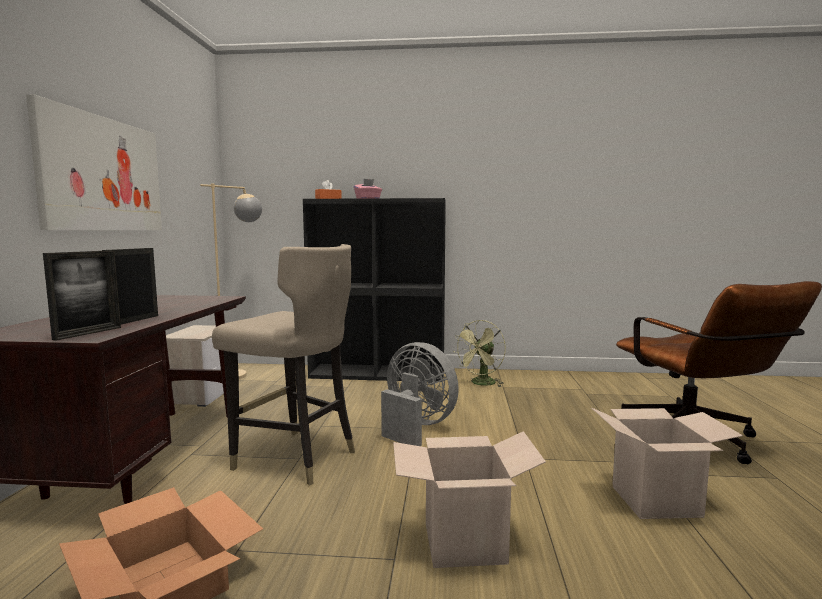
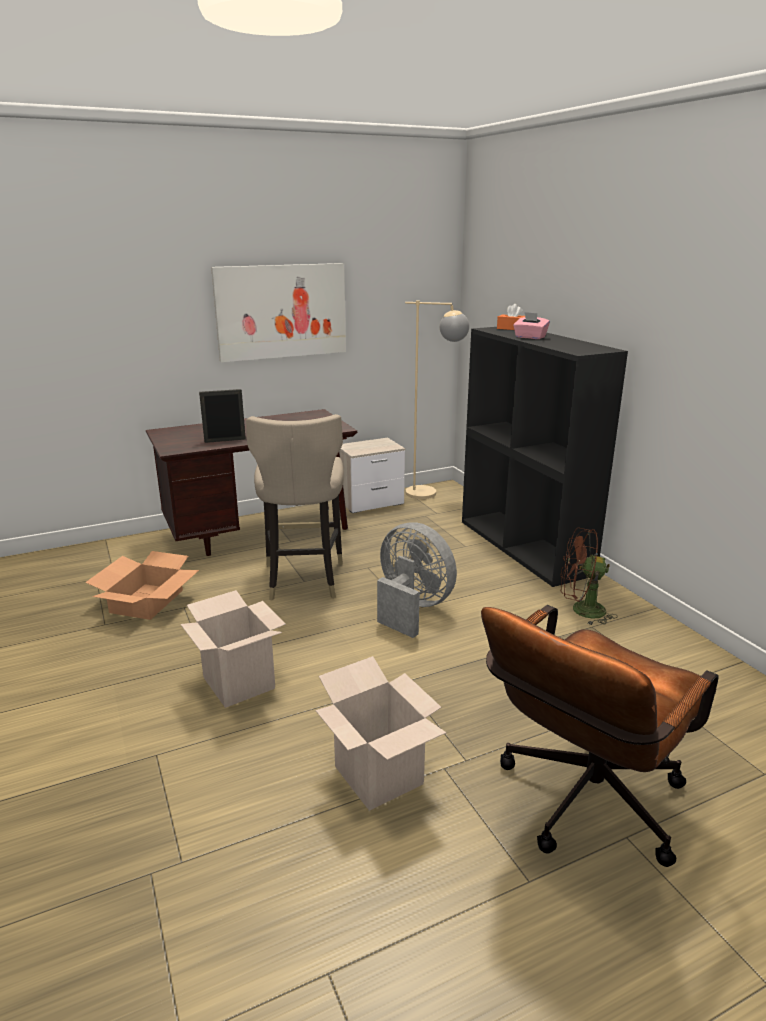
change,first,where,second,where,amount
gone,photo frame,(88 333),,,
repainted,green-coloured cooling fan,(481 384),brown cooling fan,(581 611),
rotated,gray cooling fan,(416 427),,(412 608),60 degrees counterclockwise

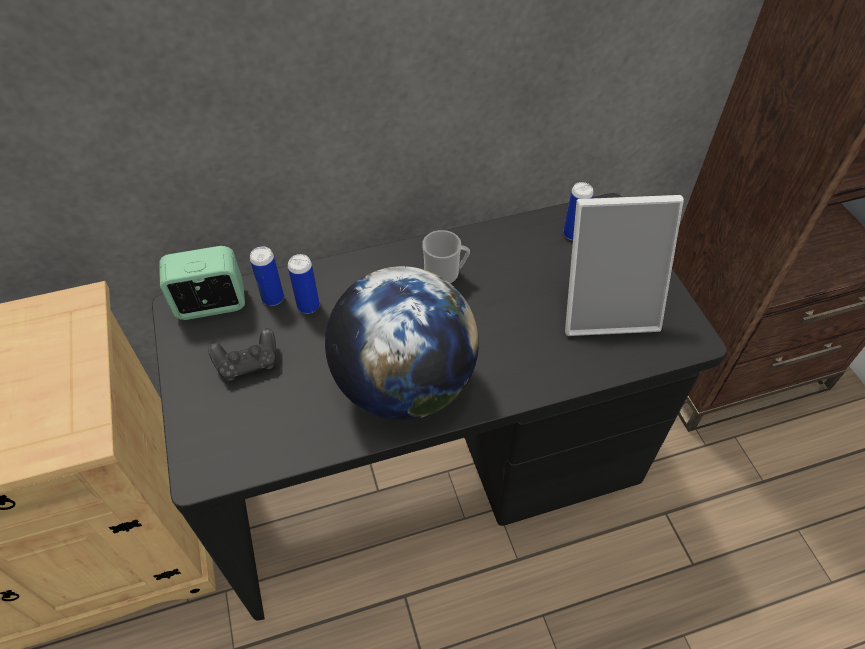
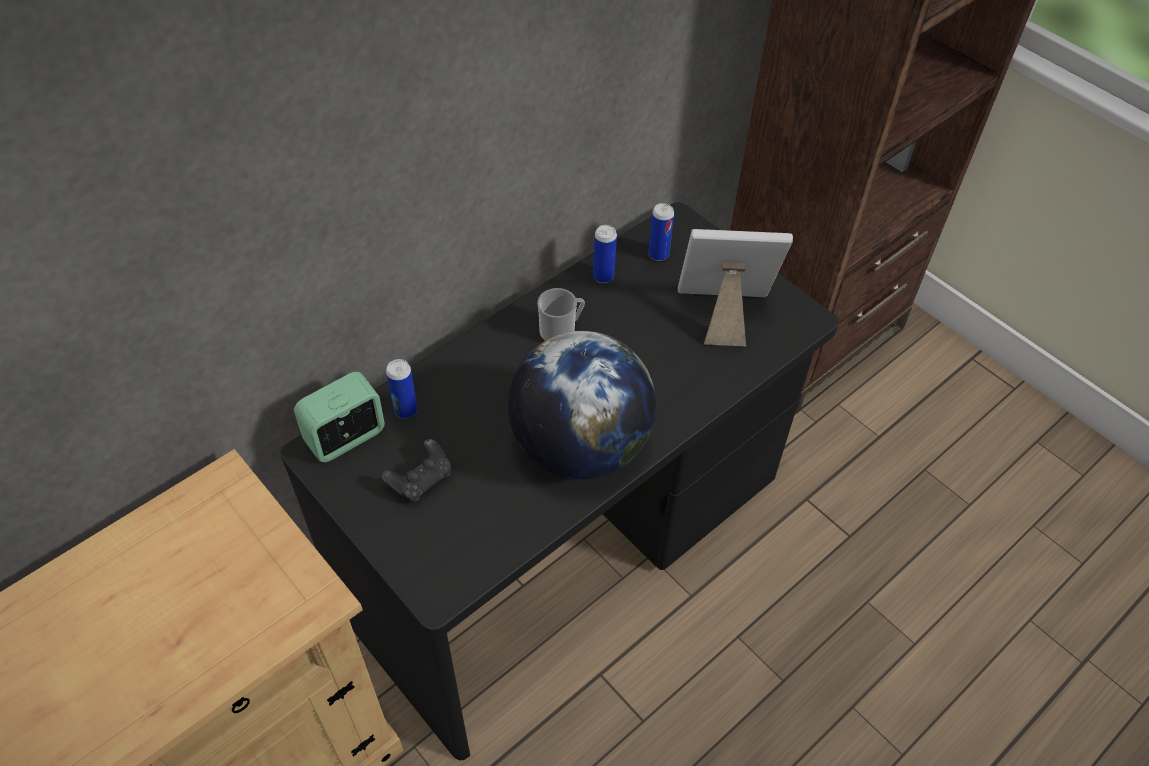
change,first,where,second,where,amount
rotated,photo frame,(607 307),,(722 314),150 degrees counterclockwise
shifted,metal can,(308 306),,(603 276),

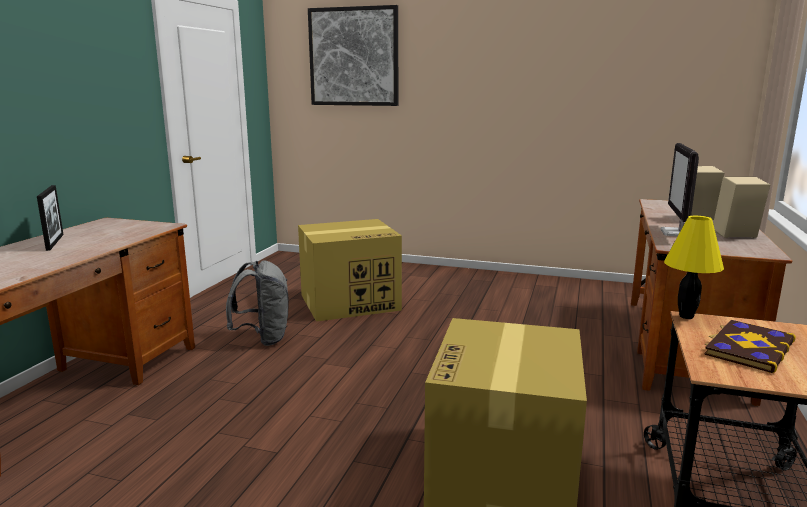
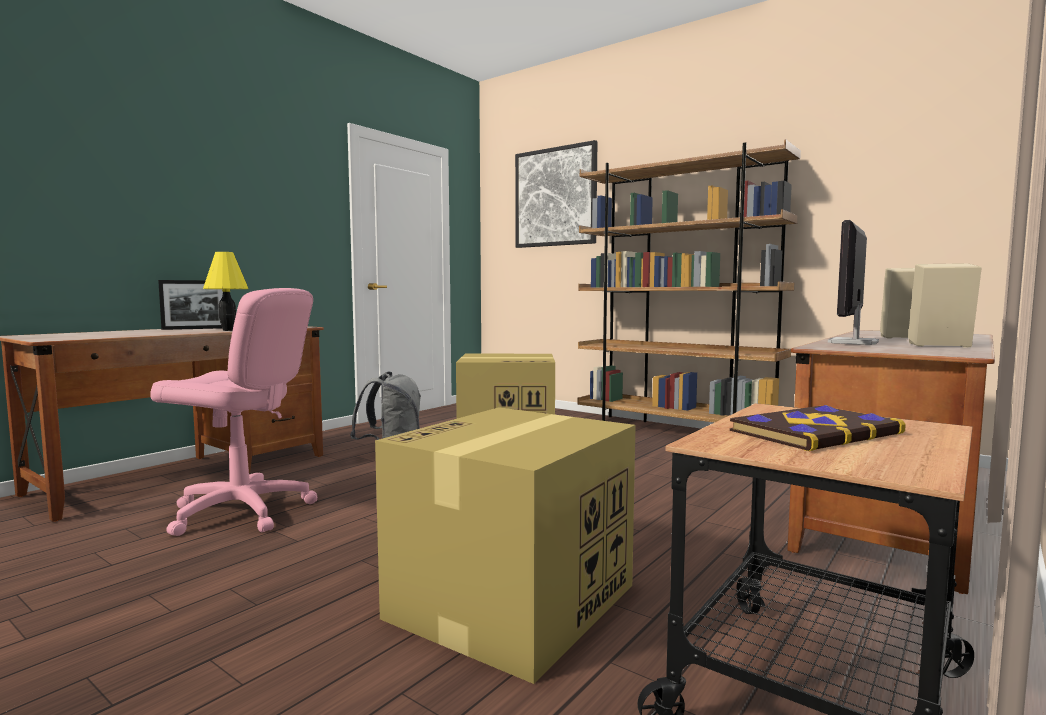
change,first,where,second,where,amount
rotated,photo frame,(55 242),,(196 328),60 degrees clockwise
shifted,yellow-coloured table lamp,(686 316),,(228 330),
new,,,brown shelving unit,(675 432),
new,,,pinkish computer chair,(241 512),

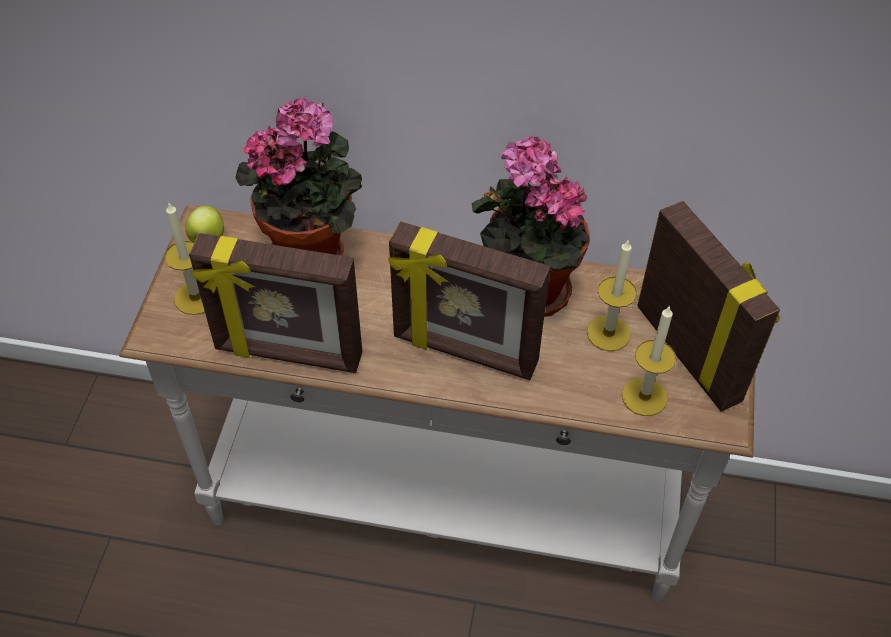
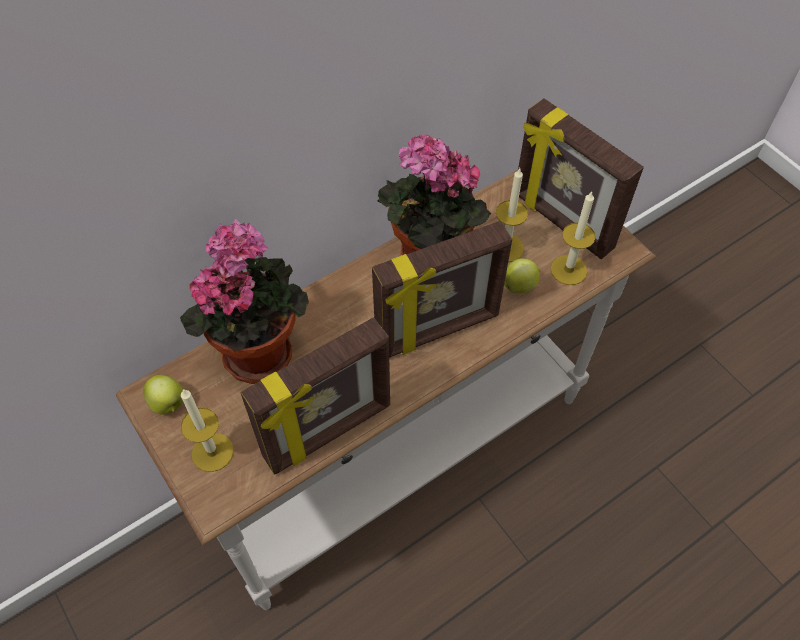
change,first,where,second,where,amount
rotated,photo frame,(690 353),,(561 222),150 degrees counterclockwise
new,,,apple,(519 285),

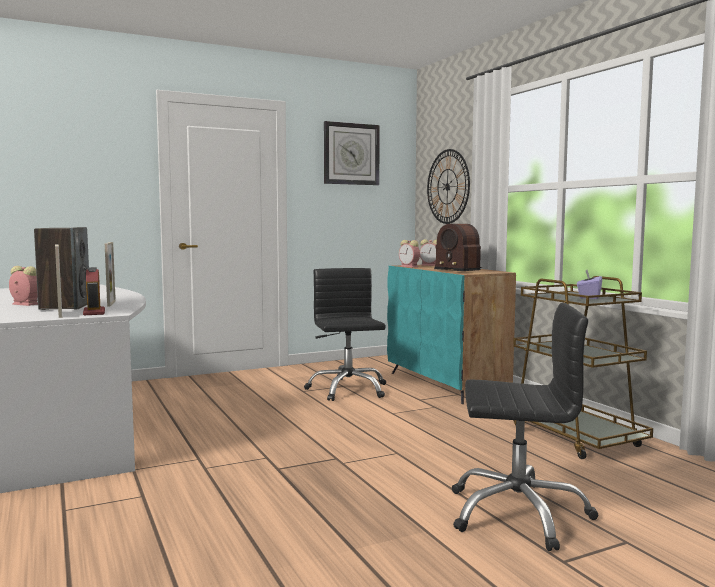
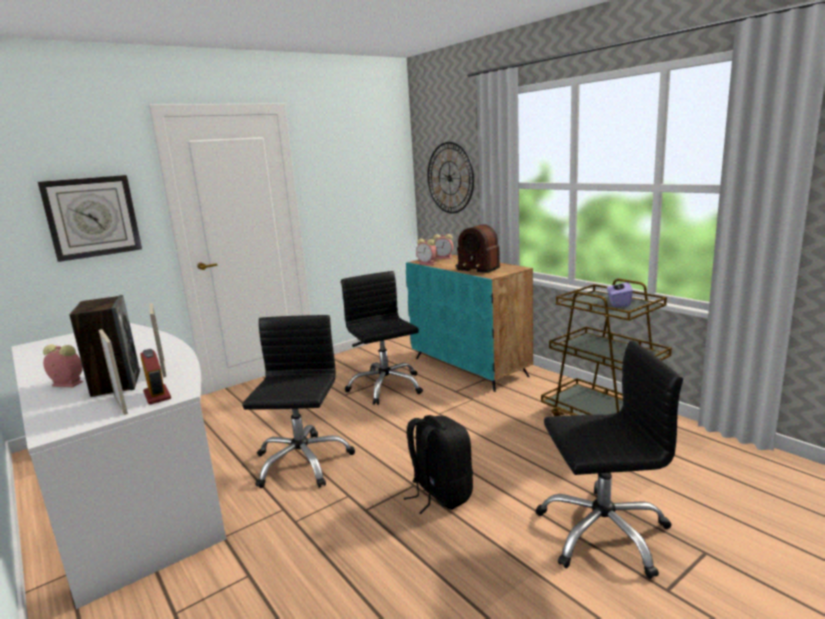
change,first,where,second,where,amount
shifted,hanging clock,(351 154),,(92 217),
new,,,black computer chair,(302 462),
new,,,black knapsack,(440 495),

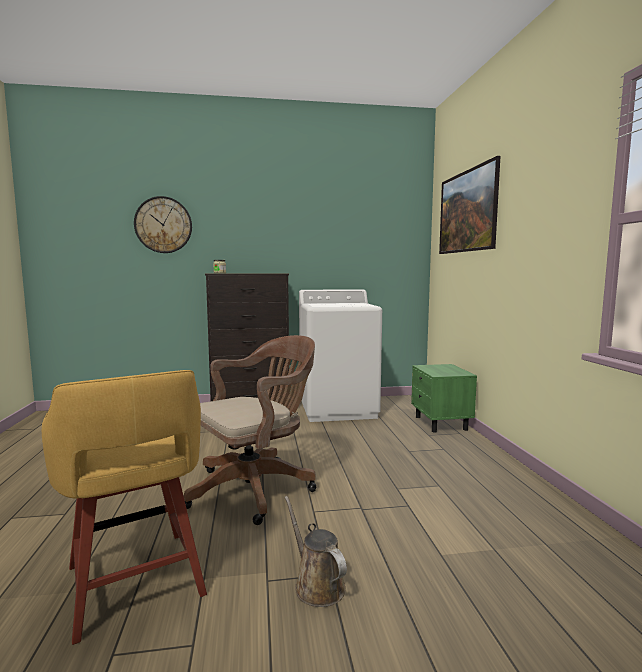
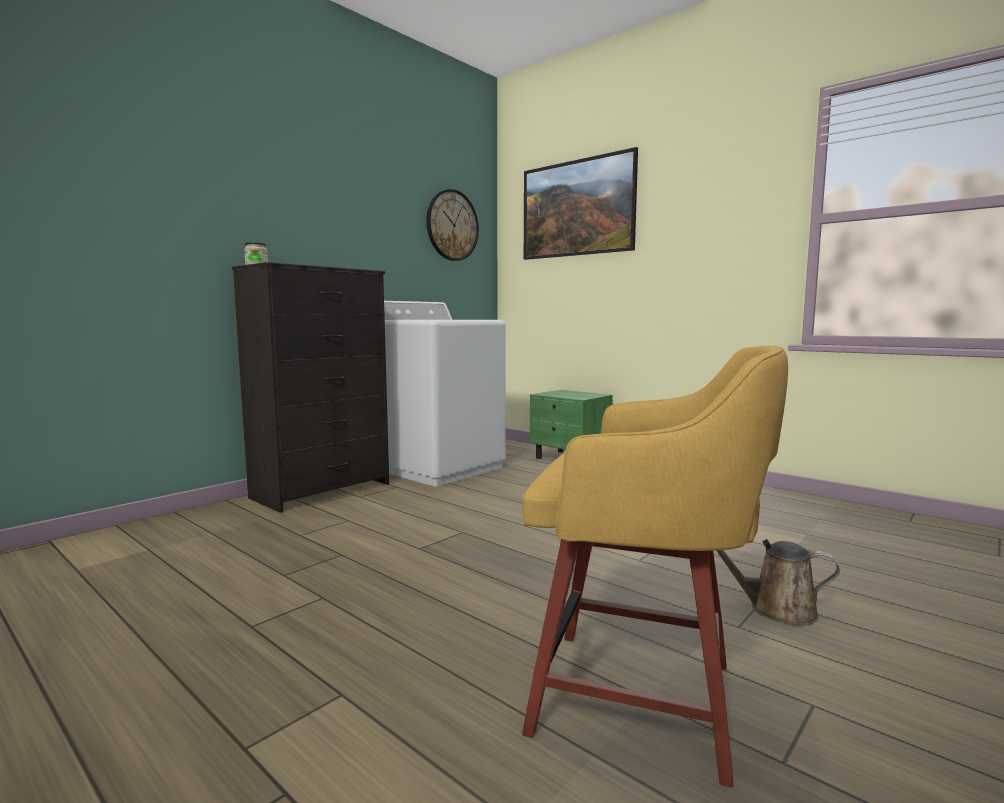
change,first,where,second,where,amount
shifted,hanging clock,(163 225),,(452 225),
gone,brown computer chair,(256 488),,,

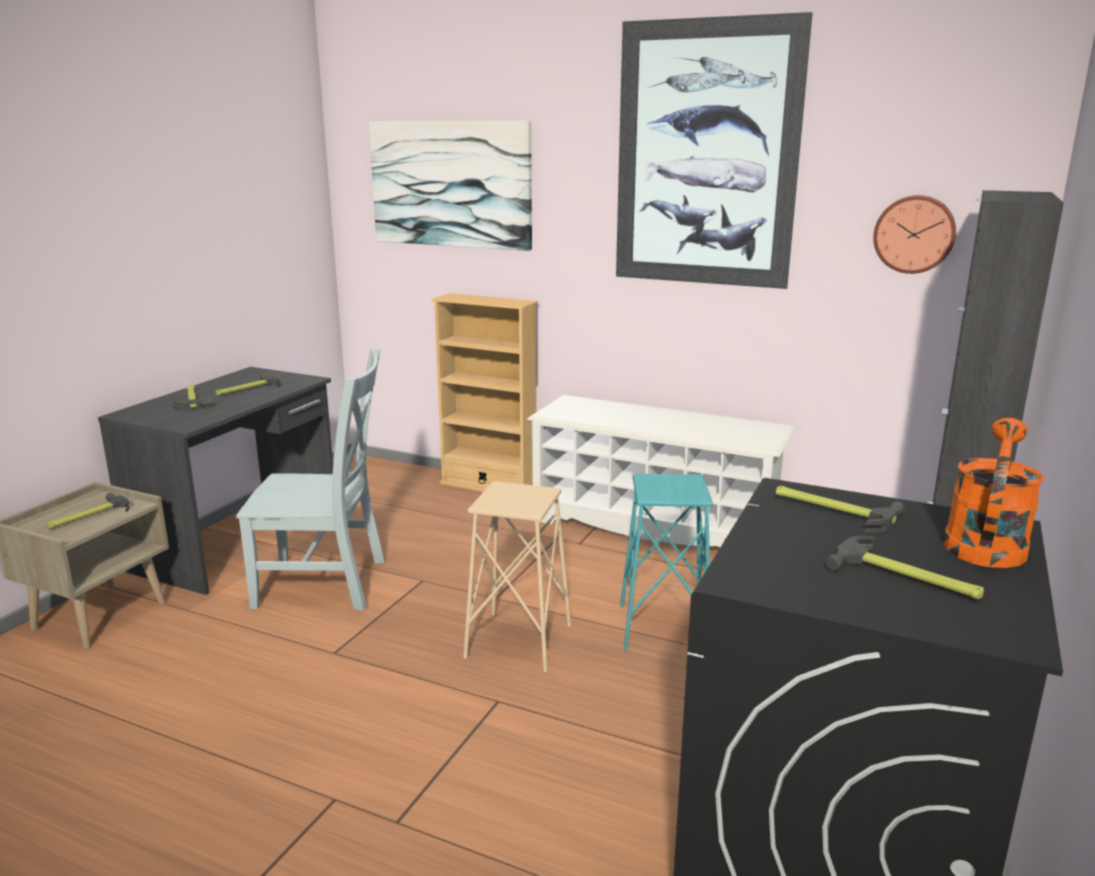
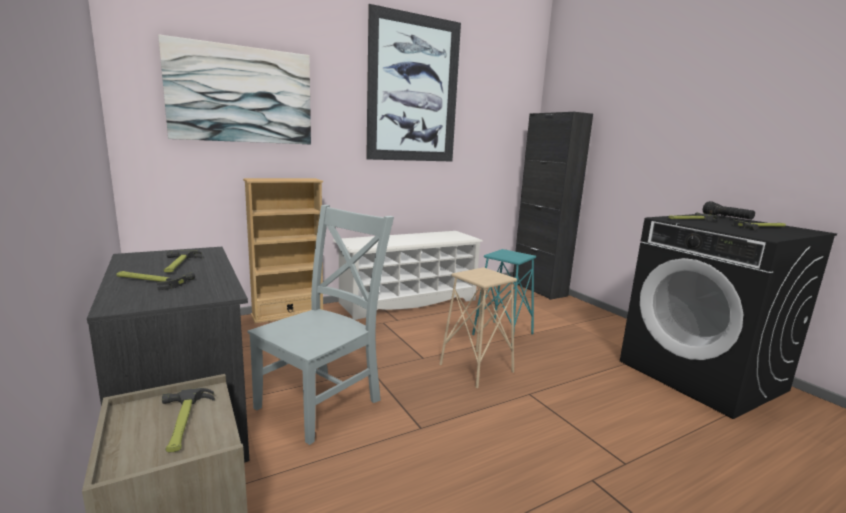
change,first,where,second,where,amount
gone,hanging clock,(914 234),,,
swapped,orange watering can,(985 541),black hand torch,(727 218),

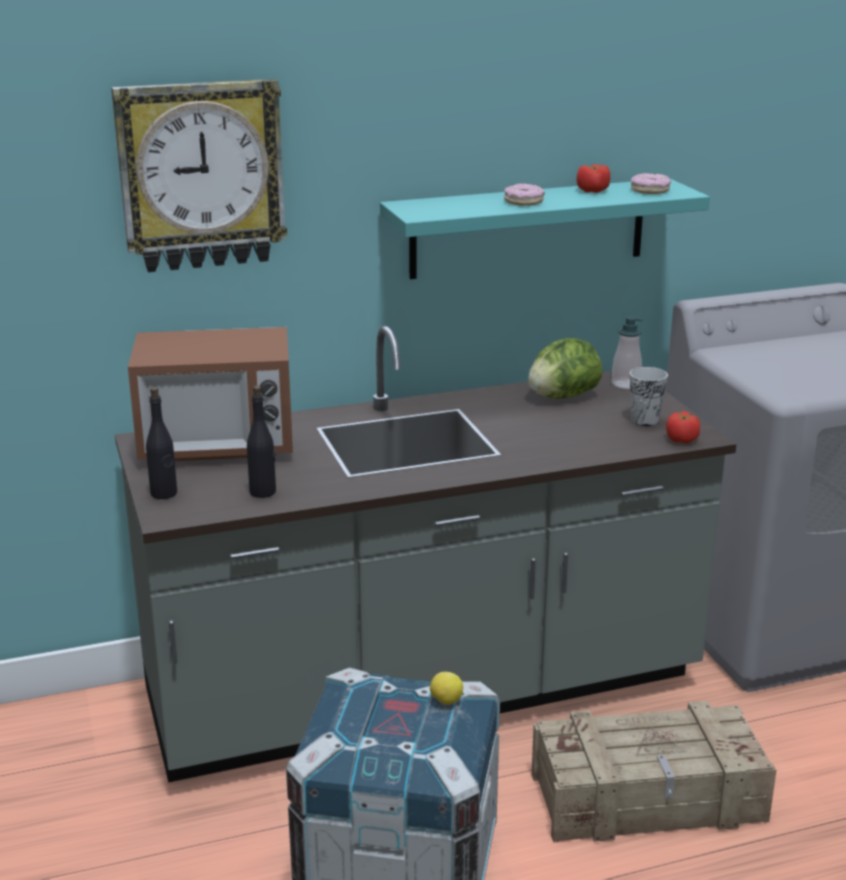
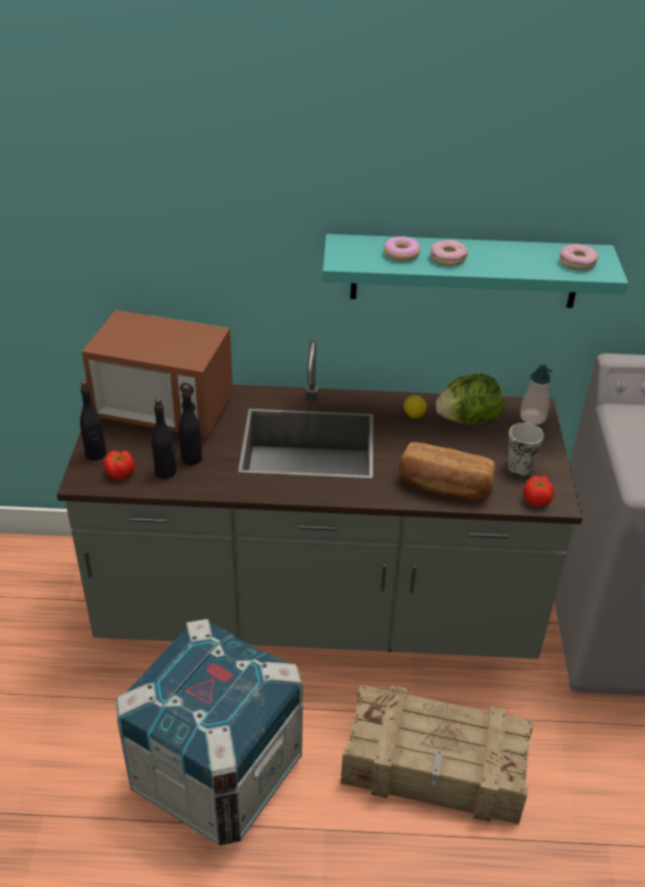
change,first,where,second,where,amount
gone,hanging clock,(201 175),,,
shifted,fresh tomato,(593 191),,(120 473),
shifted,citrus fruit,(446 701),,(413 415),
new,,,ring doughnut,(401 254),
new,,,black drink bottle,(192 458),
new,,,bread,(444 487),

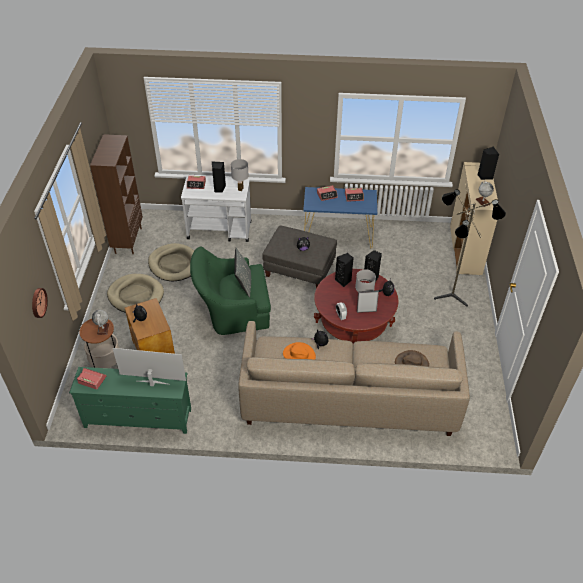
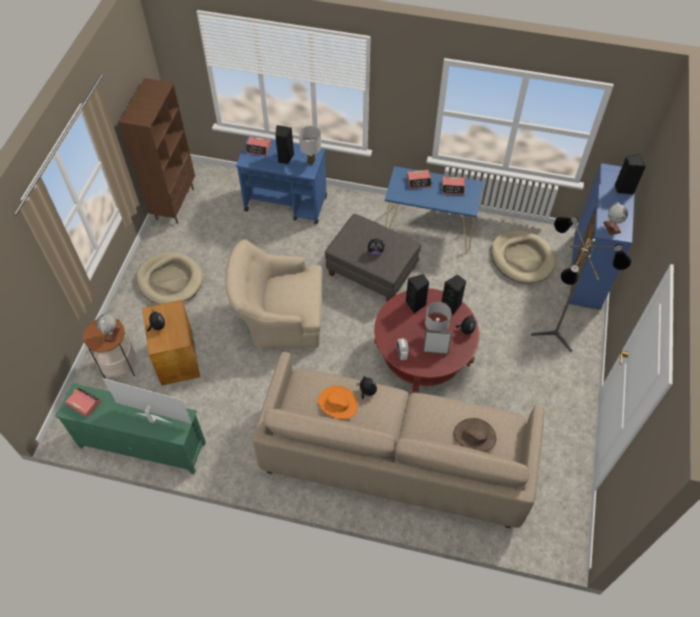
change,first,where,second,where,amount
repainted,beige cabinet,(465 251),blue-coloured cabinet,(587 272),
repainted,white-coloured trolley,(220 230),blue-coloured trolley,(286 204),
shifted,beige dog cushion,(174 264),,(522 258),
repainted,green-coloured armchair,(232 311),beige armchair,(279 318),
gone,gray pillow,(243 284),,,
gone,hanging clock,(38 302),,,

